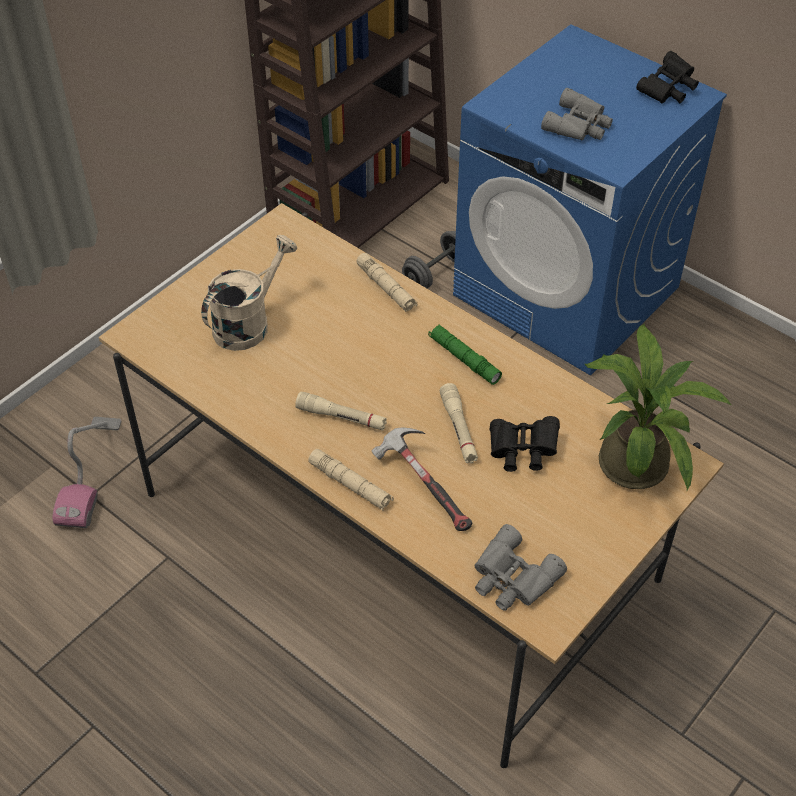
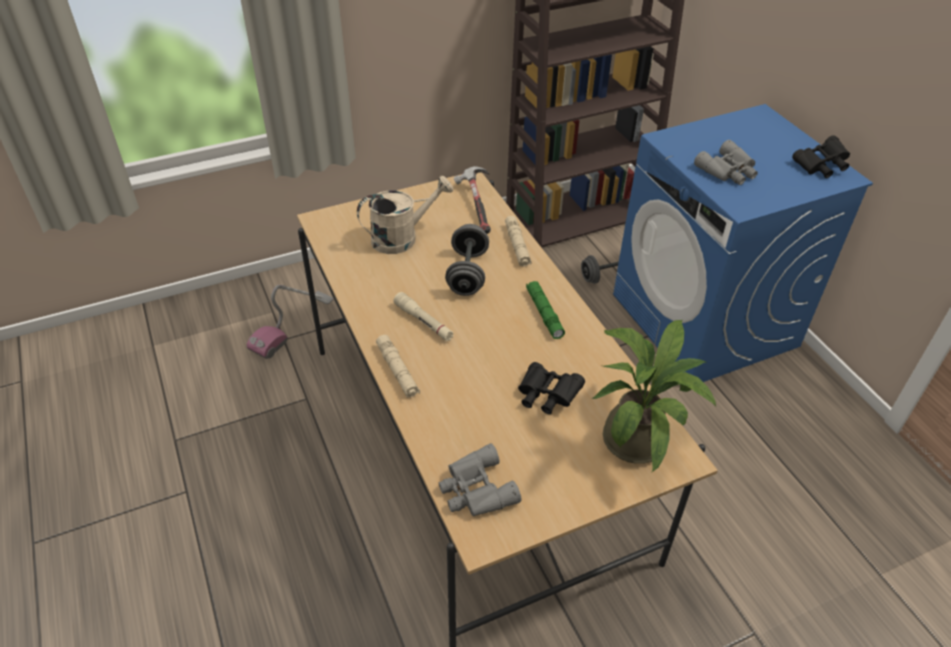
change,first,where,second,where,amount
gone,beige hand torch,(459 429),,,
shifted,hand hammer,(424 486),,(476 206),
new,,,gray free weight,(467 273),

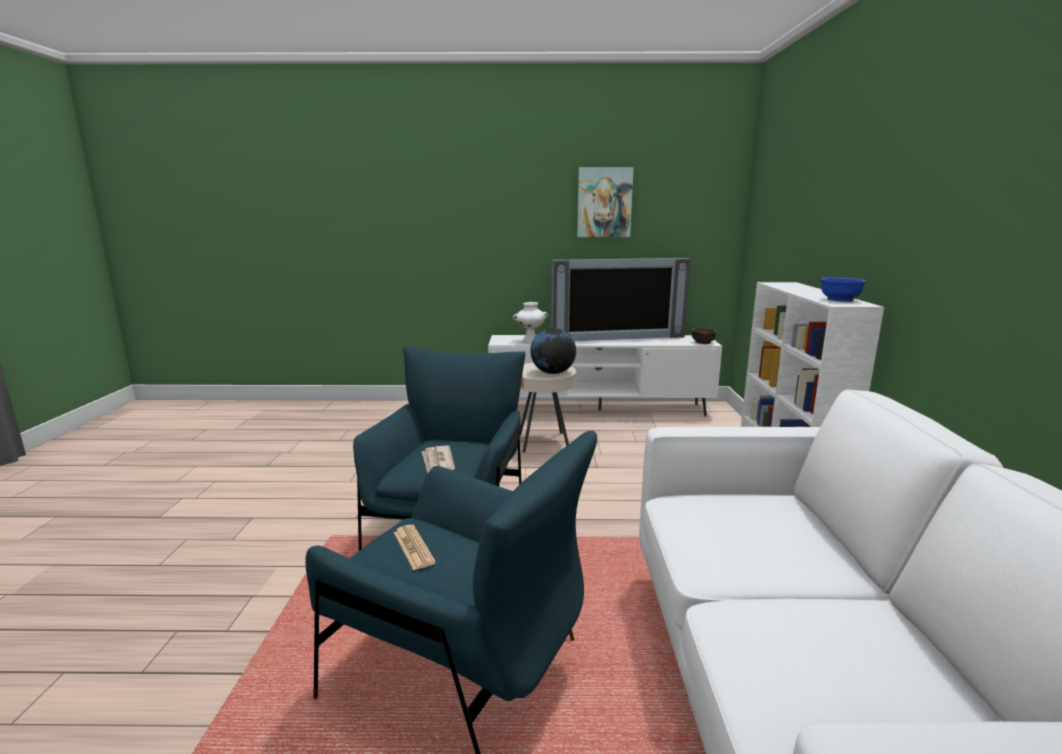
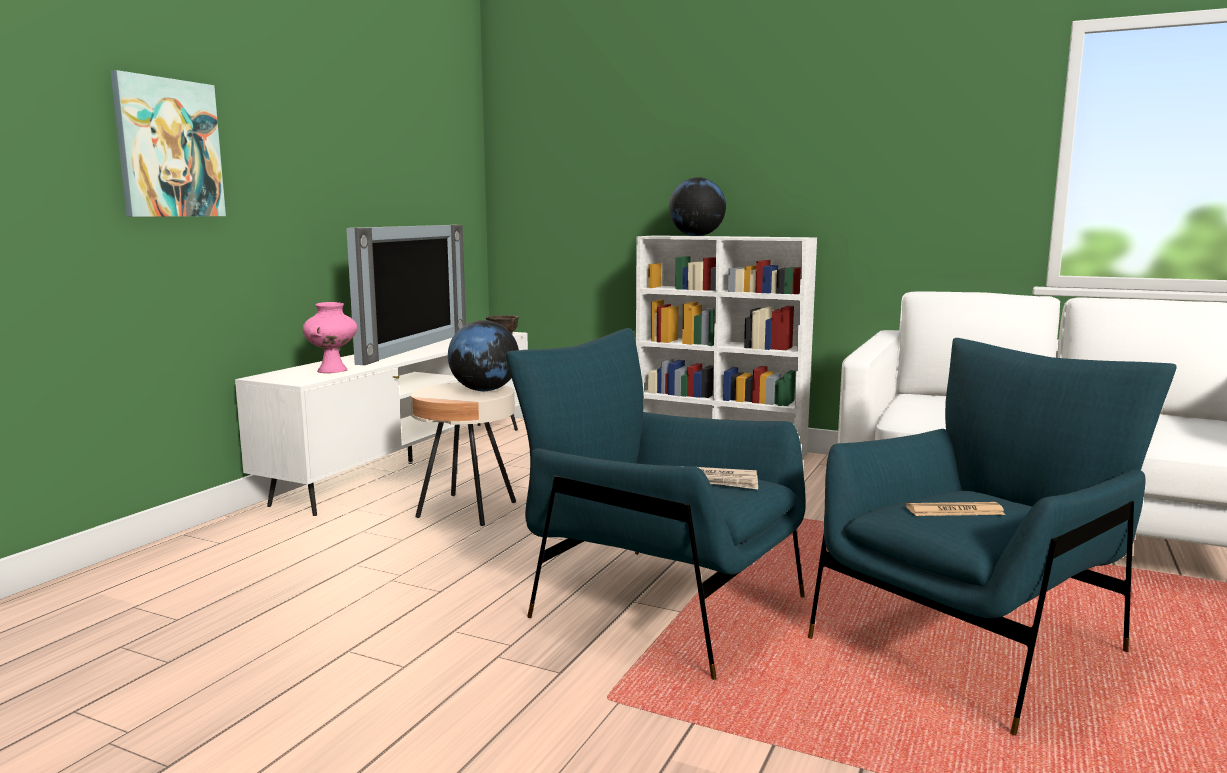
change,first,where,second,where,amount
shifted,wall picture,(604 202),,(168 148),
gone,blue-coloured deep dish,(839 300),,,
repainted,white-coloured flower vase,(530 341),pinkish flower vase,(332 371),
new,,,desk globe,(696 236),

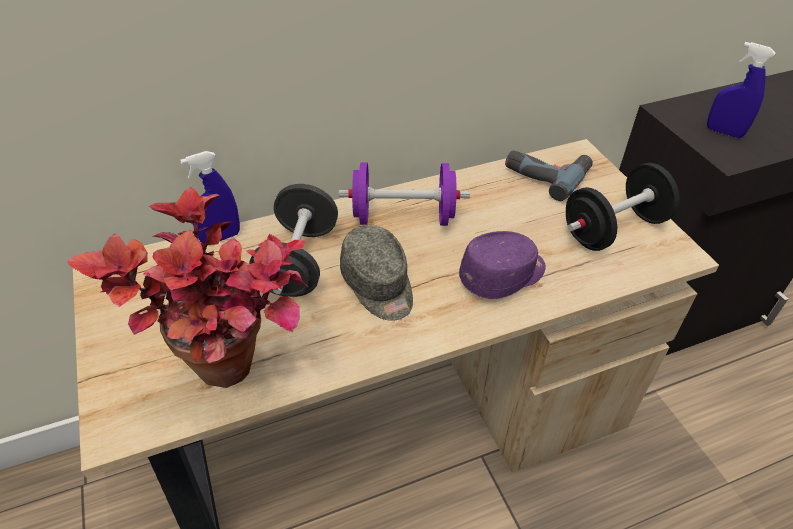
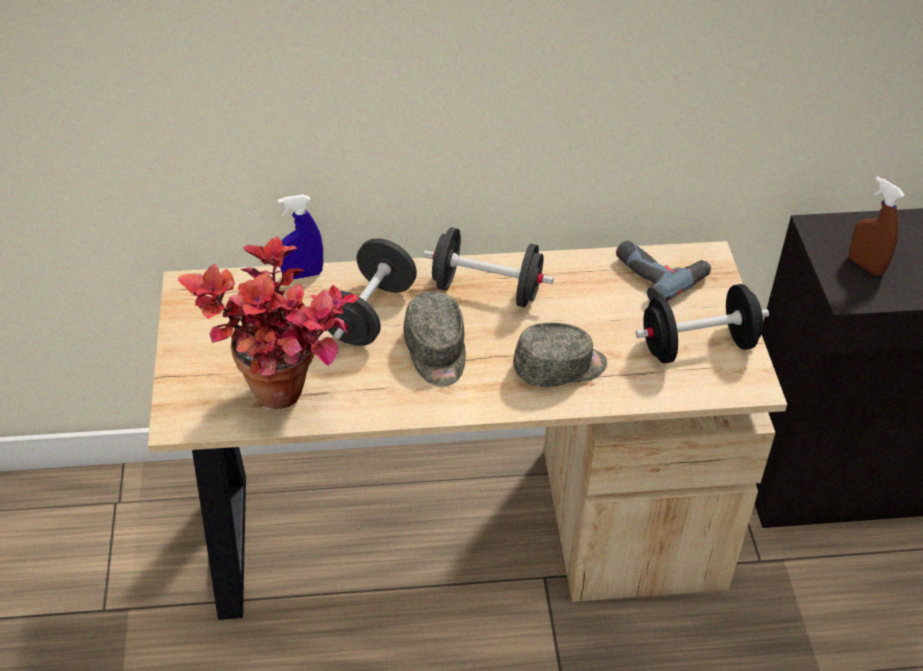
change,first,where,second,where,amount
repainted,blue-coloured spray bottle,(724 132),brown spray bottle,(865 265),
repainted,purple free weight,(403 217),black free weight,(487 290),
repainted,purple baseball cap,(503 276),gray baseball cap,(560 368),

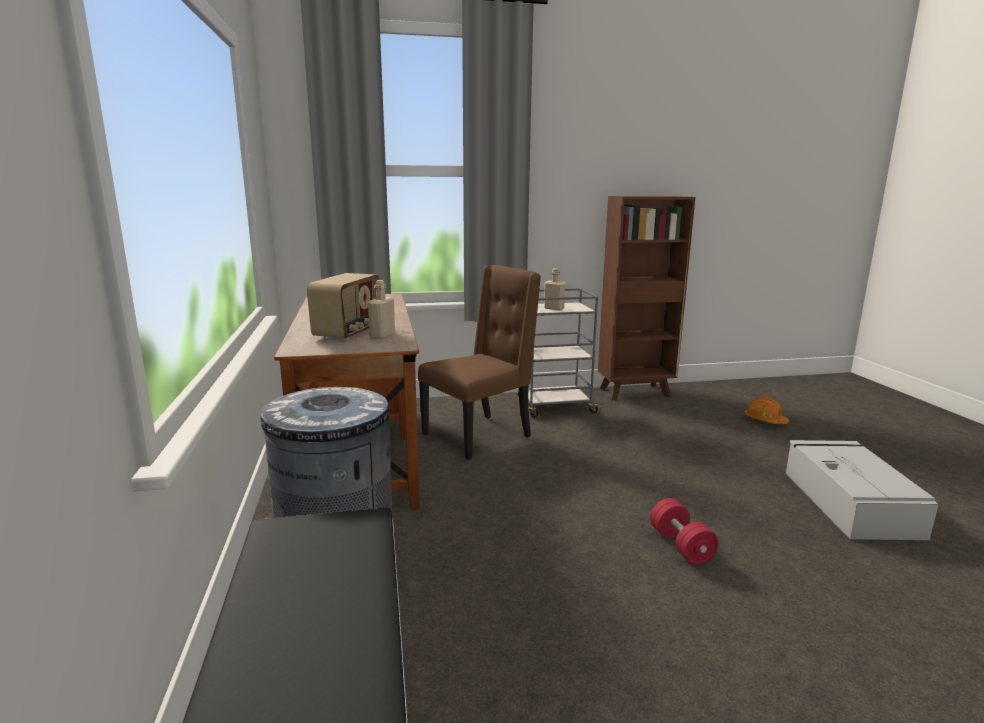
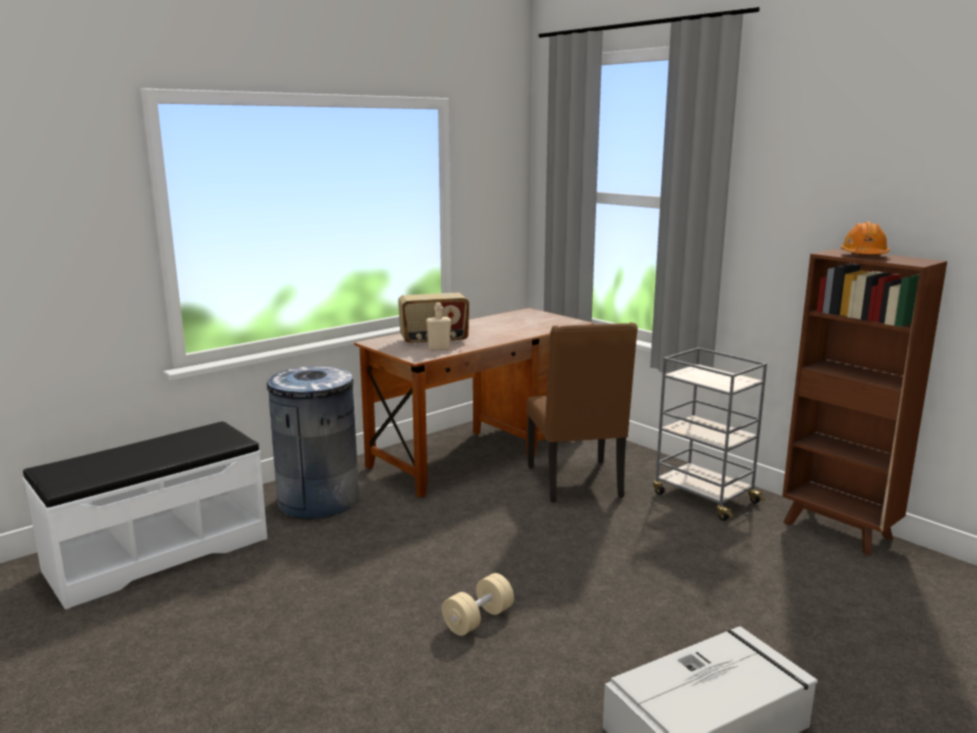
change,first,where,second,where,amount
rotated,brown plain chair,(479 435),,(577 482),60 degrees clockwise
gone,beige drink bottle,(554 308),,,
shifted,orange hard hat,(764 420),,(863 256),
repainted,reddish free weight,(681 546),beige free weight,(478 619),

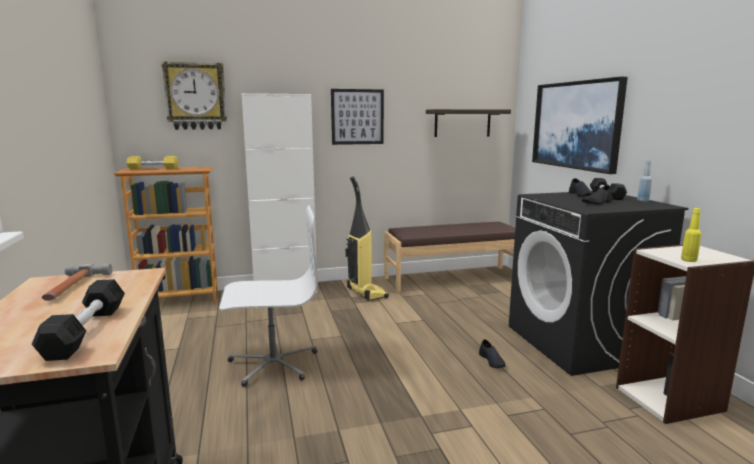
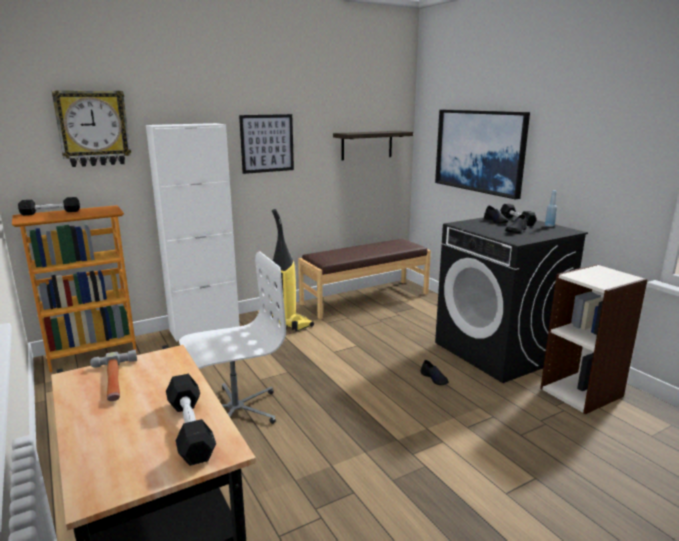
change,first,where,second,where,amount
repainted,yellow-coloured free weight,(153 168),black free weight,(51 212),
gone,yellow-coloured drink bottle,(688 260),,,

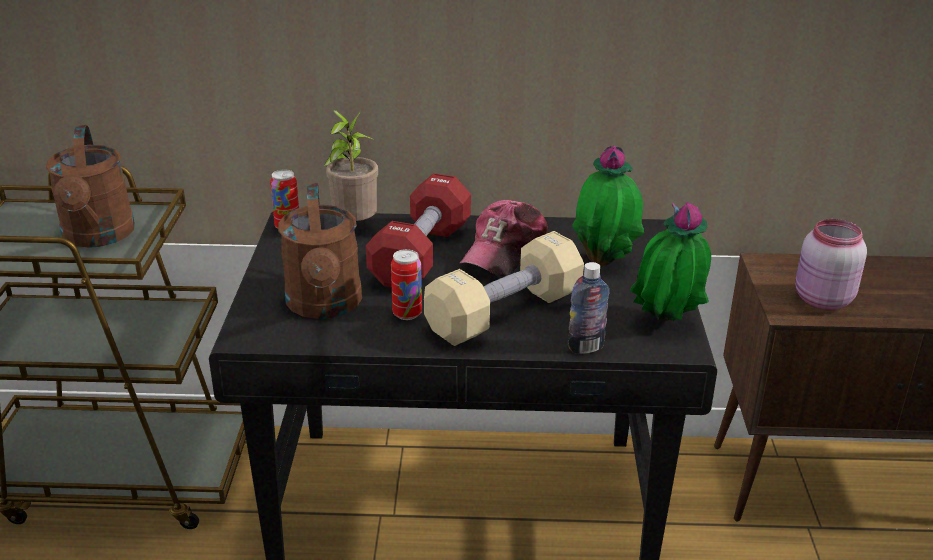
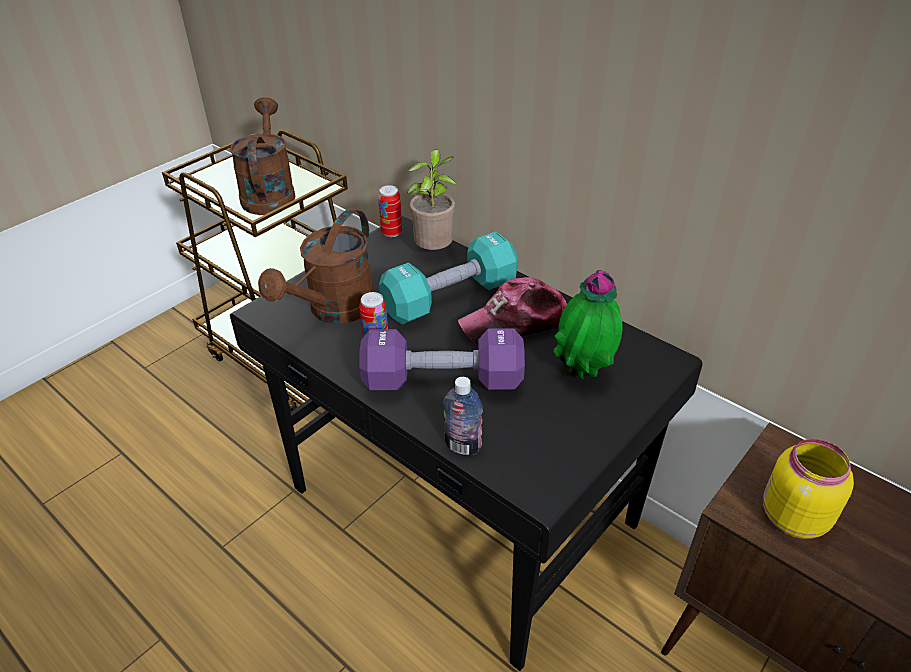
change,first,where,second,where,amount
rotated,brown watering can,(98 237),,(269 193),150 degrees clockwise
repainted,reddish free weight,(421 254),turquoise-coloured free weight,(450 297),
gone,plant in a pot,(666 323),,,
repainted,pinkish jar,(821 300),yellow-coloured jar,(791 517),
repainted,beige free weight,(504 313),purple free weight,(443 381),

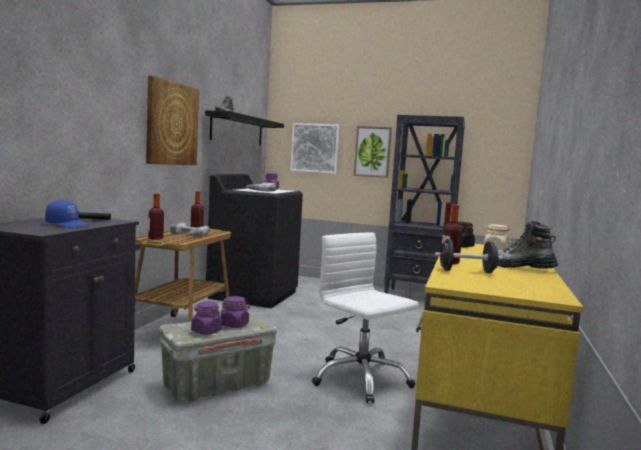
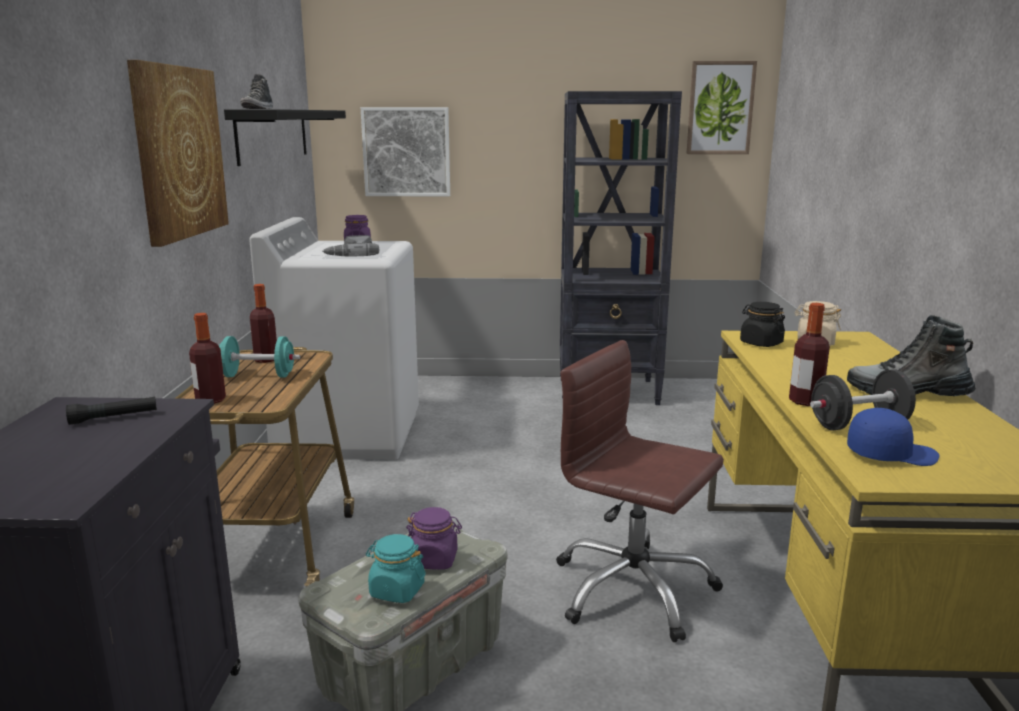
change,first,where,second,where,amount
shifted,wall picture,(372 151),,(720 108),
repainted,black laundry machine,(253 294),white-coloured laundry machine,(349 433),
shifted,blue-coloured baseball cap,(68 225),,(890 454),
swapped,drill,(186 235),turquoise-coloured free weight,(258 376),
repainted,white-coloured computer chair,(360 379),brown computer chair,(632 590),
repainted,purple jar,(206 331),turquoise-coloured jar,(396 590),

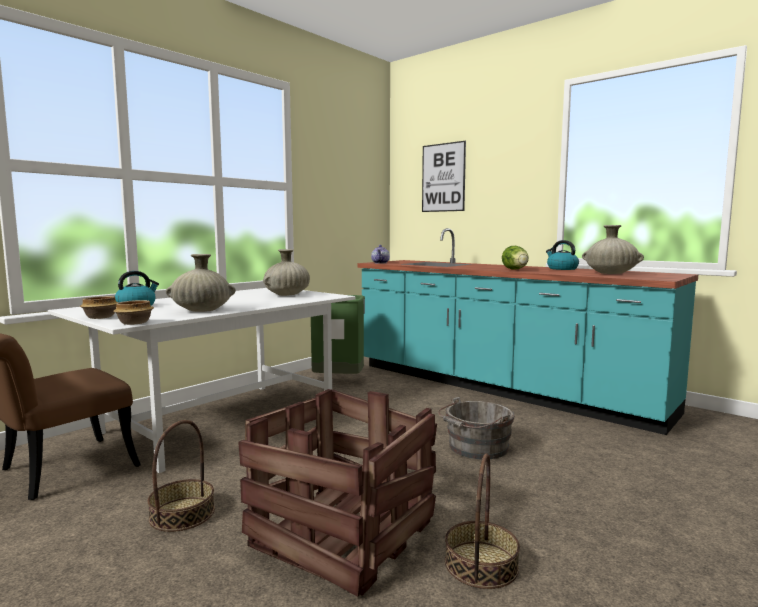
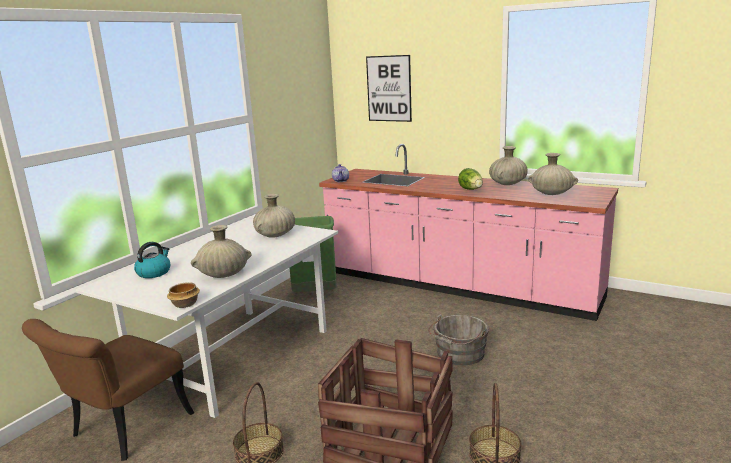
change,first,where,second,where,amount
repainted,turquoise-coloured kitchen counter,(499 388),pinkish kitchen counter,(457 286),
swapped,kettle,(561 269),beige flower vase,(508 184),
gone,deep dish,(100 317),,,

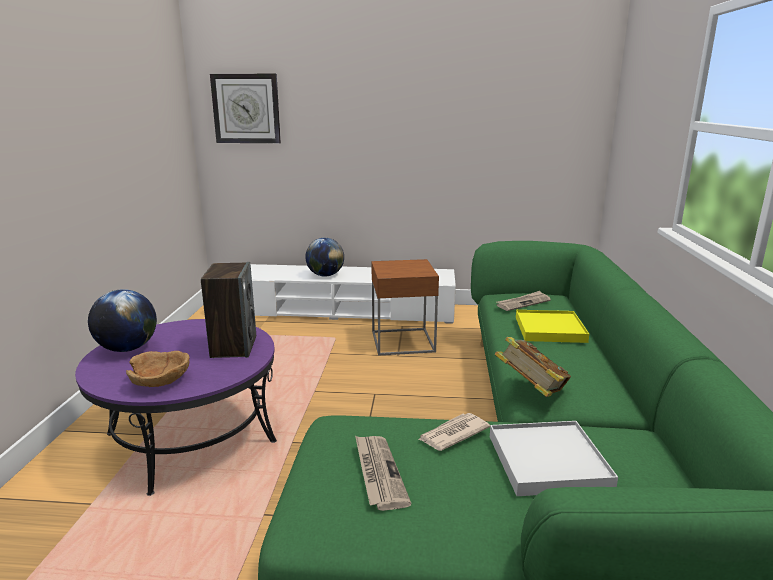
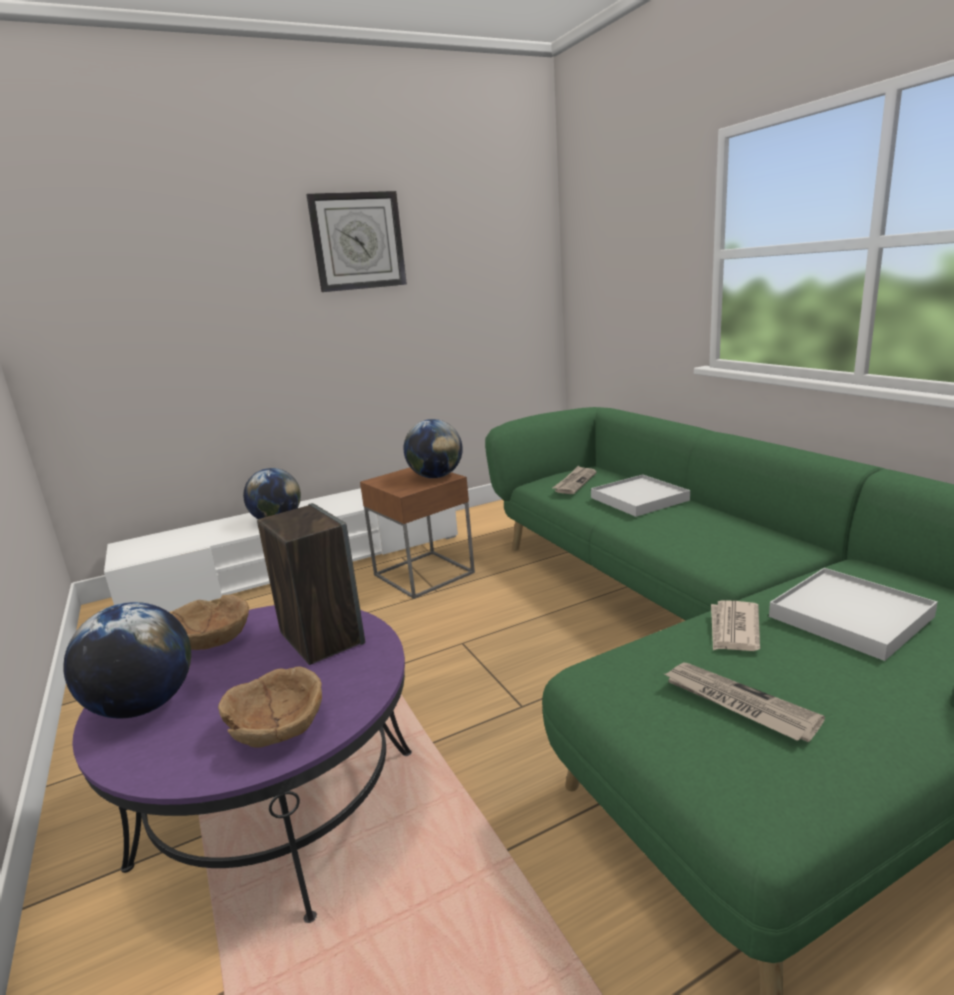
change,first,where,second,where,amount
shifted,hanging clock,(246 109),,(358 241),
repainted,yellow-coloured serving tray,(550 329),white-coloured serving tray,(639 499),
gone,book,(530 390),,,
new,,,desk globe,(436 476),
new,,,brown deep dish,(210 640),

